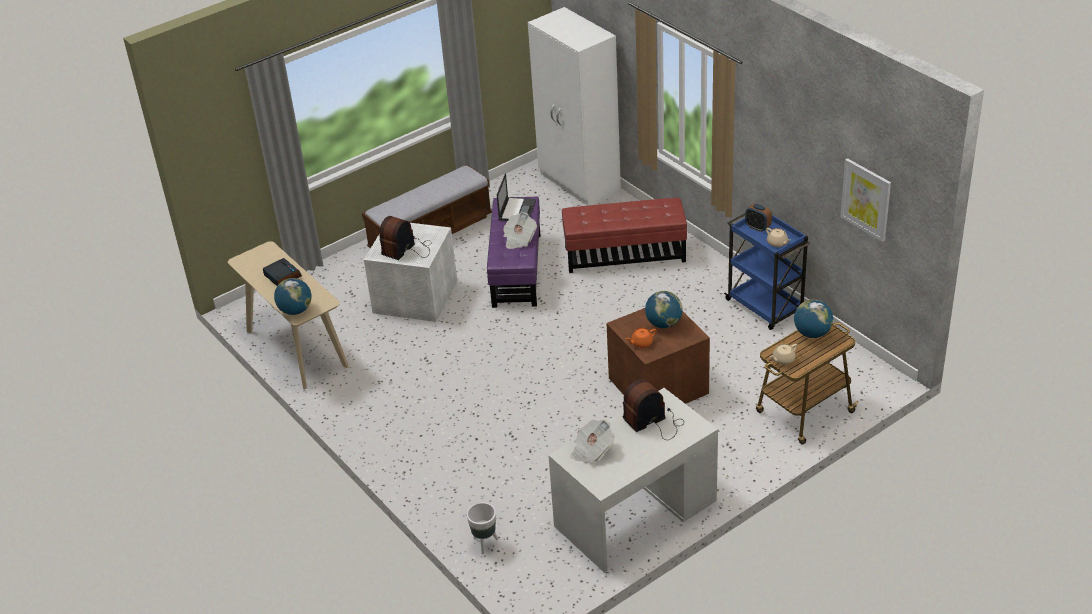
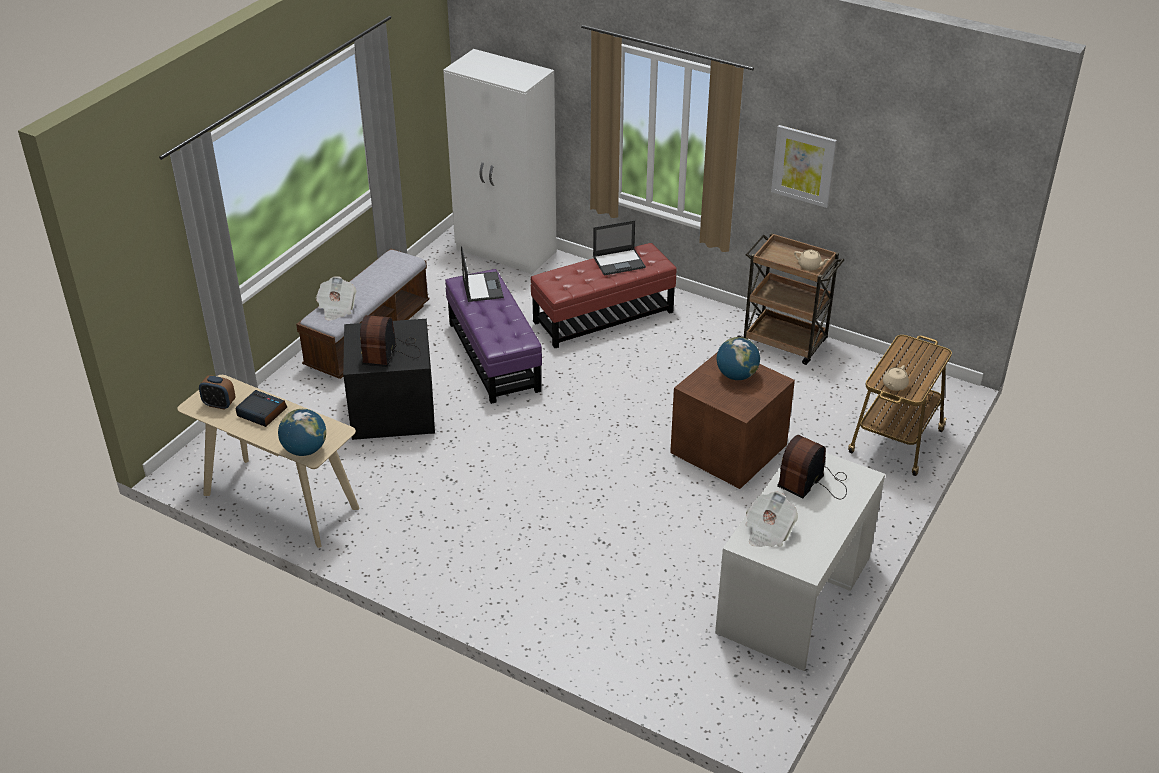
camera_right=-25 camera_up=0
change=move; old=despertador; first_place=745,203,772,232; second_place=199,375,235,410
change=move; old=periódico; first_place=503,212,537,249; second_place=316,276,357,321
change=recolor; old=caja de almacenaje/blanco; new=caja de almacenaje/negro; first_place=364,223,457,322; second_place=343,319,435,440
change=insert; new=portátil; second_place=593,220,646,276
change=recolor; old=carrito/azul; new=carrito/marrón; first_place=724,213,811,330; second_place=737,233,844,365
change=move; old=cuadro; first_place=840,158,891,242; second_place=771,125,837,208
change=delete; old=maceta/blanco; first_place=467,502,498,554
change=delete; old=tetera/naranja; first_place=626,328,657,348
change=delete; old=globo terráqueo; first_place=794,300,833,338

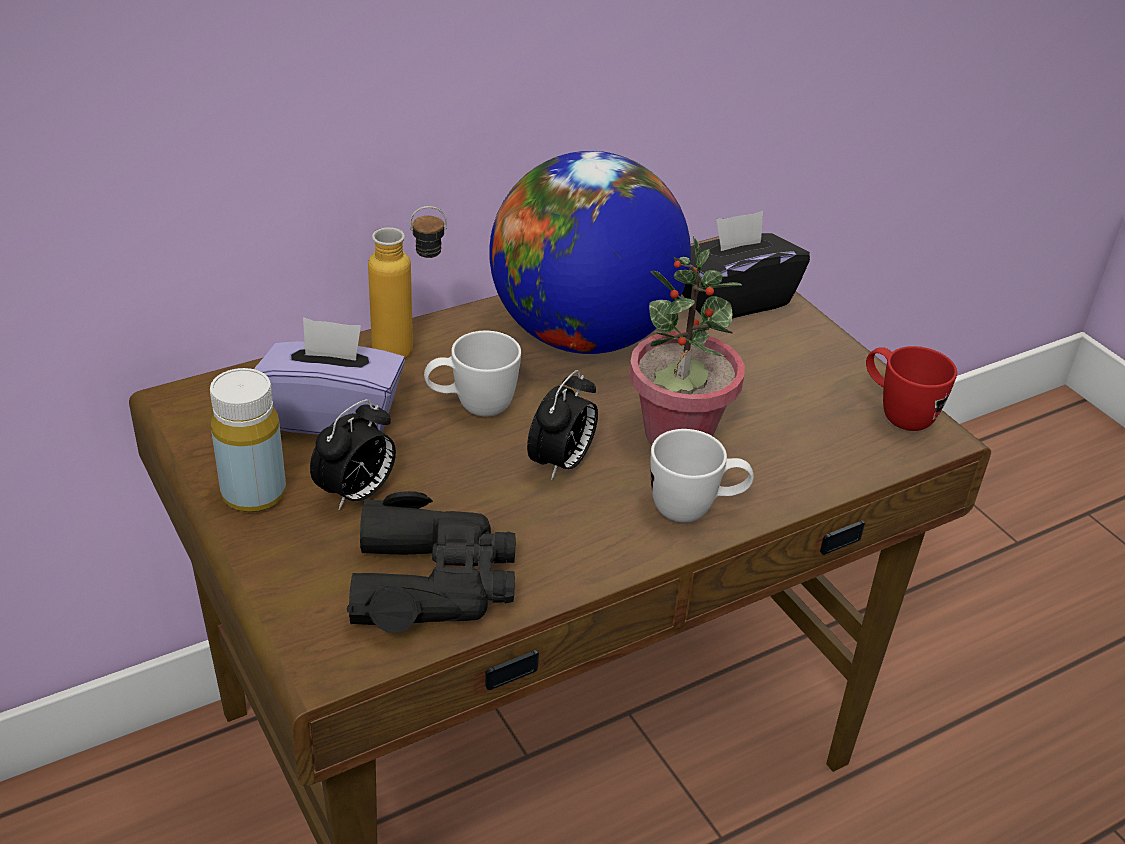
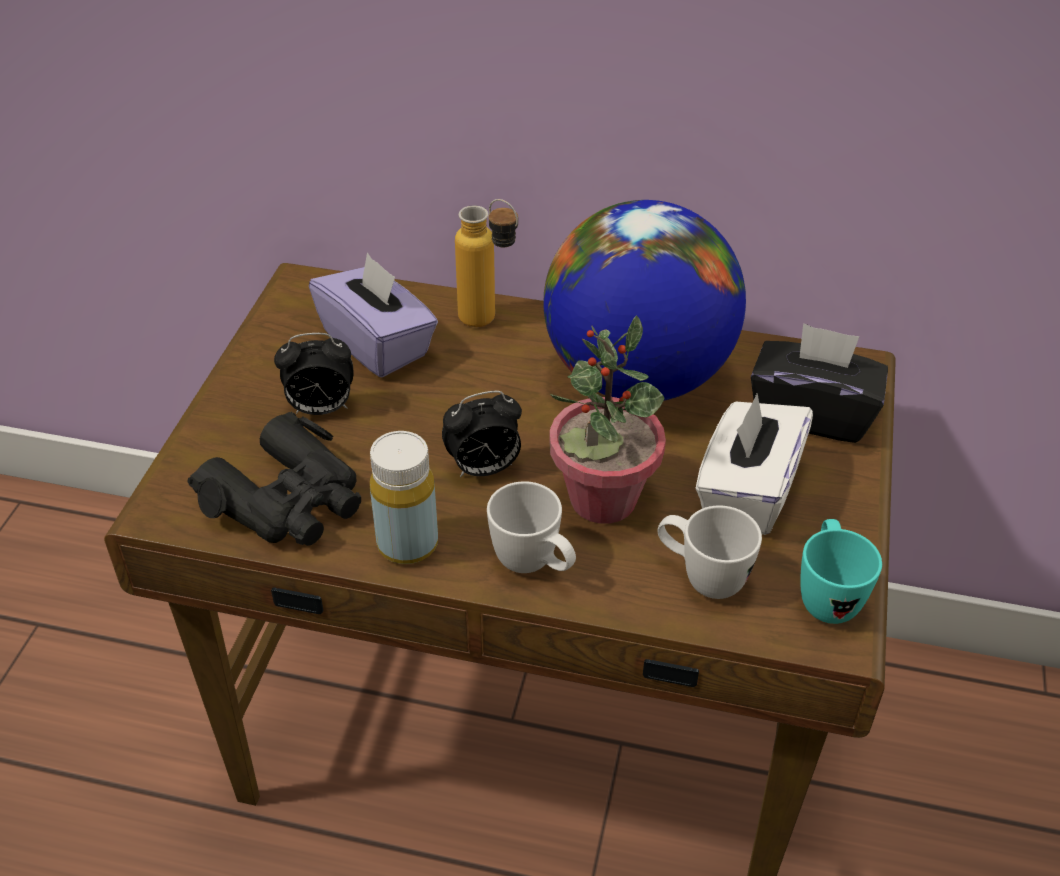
camera_right=45 camera_up=5
change=move; old=botella/amarillo; first_place=210,368,286,513; second_place=370,431,438,564
change=move; old=taza grande/blanco; first_place=424,331,521,416; second_place=658,506,762,599
change=insert; new=caja de pañuelos/blanco; second_place=695,393,813,535
change=recolor; old=taza grande/rojo; new=taza grande/turquesa; first_place=866,346,957,431; second_place=800,519,882,624

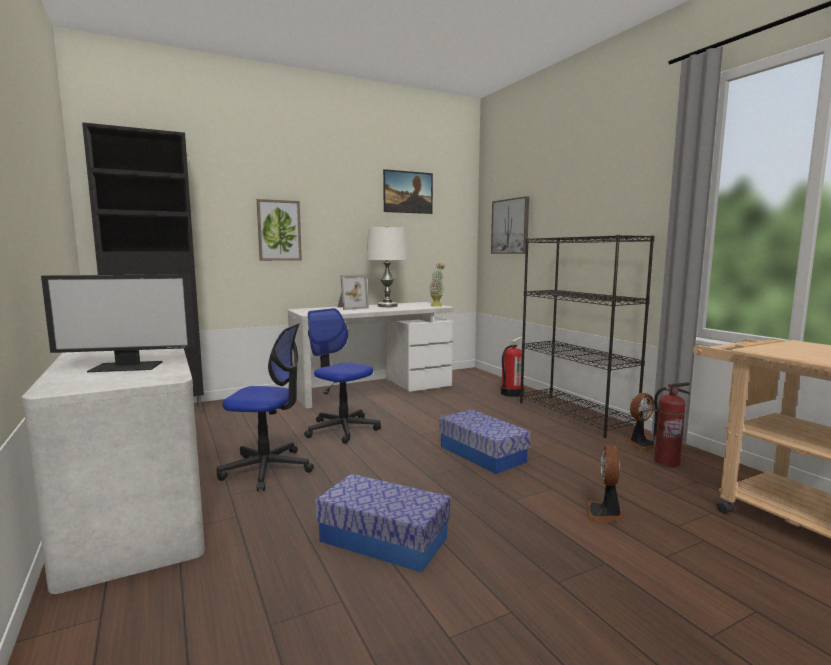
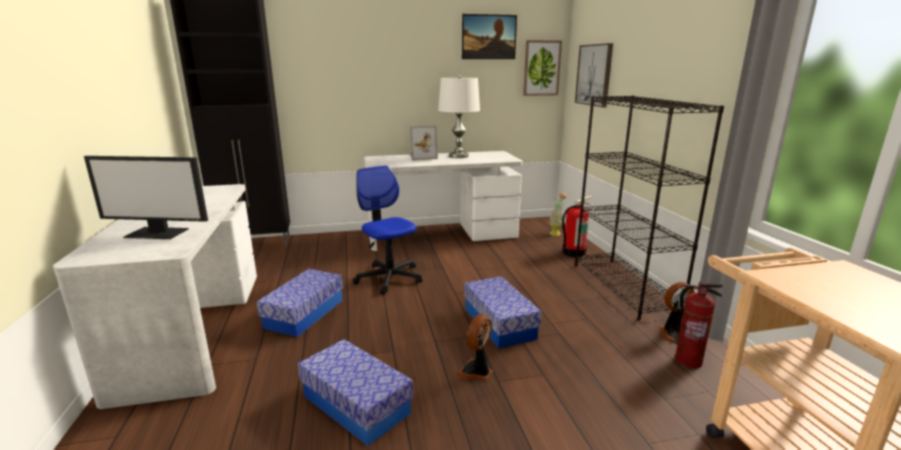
camera_right=15 camera_up=10
change=replace; old=silla de oficina; new=caja de almacenaje; first_place=217,323,314,491; second_place=257,269,343,337
change=move; old=ventilador; first_place=586,444,624,523; second_place=456,314,493,380
change=move; old=cuadro; first_place=257,199,302,261; second_place=523,40,562,96
change=move; old=planta en maceta; first_place=430,262,445,307; second_place=549,192,567,236

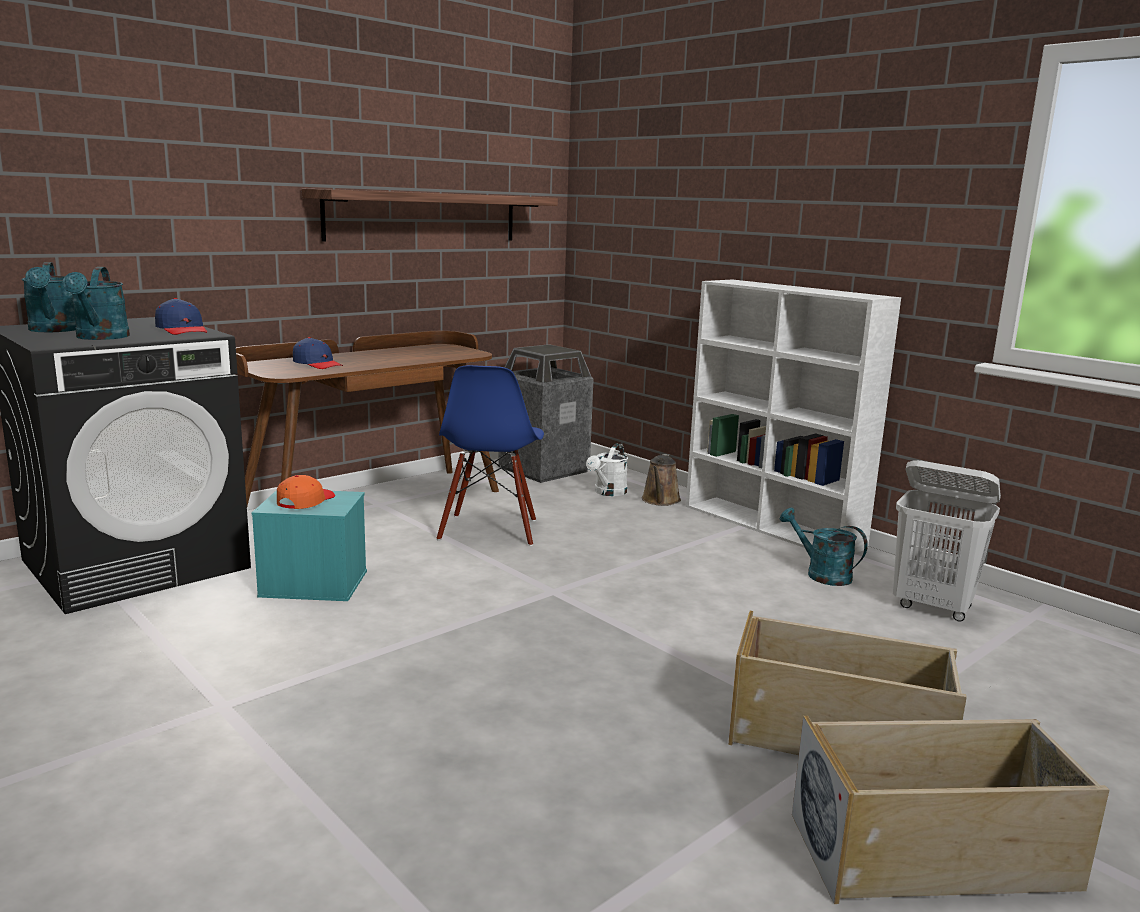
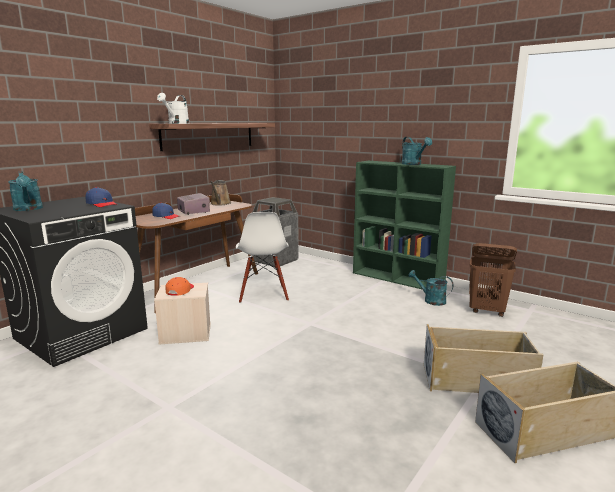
camera_right=-10 camera_up=0
change=recolor; old=caja de almacenaje/turquesa; new=caja de almacenaje/beis; first_place=252,490,367,601; second_place=154,283,211,344
change=move; old=regadera/blanco; first_place=586,443,628,496; second_place=157,93,189,124
change=insert; new=radio; second_place=177,193,210,215
change=move; old=regadera/marrón; first_place=642,454,681,506; second_place=210,180,231,206
change=recolor; old=silla/azul; new=silla/blanco; first_place=437,365,544,546; second_place=236,212,289,303
change=recolor; old=estantería/blanco; new=estantería/verde; first_place=686,280,901,554; second_place=353,161,456,290
change=move; old=regadera/turquesa; first_place=62,267,130,340; second_place=401,137,432,165
change=recolor; old=cesto de la ropa/blanco; new=cesto de la ropa/marrón; first_place=893,460,1001,622; second_place=469,243,517,317

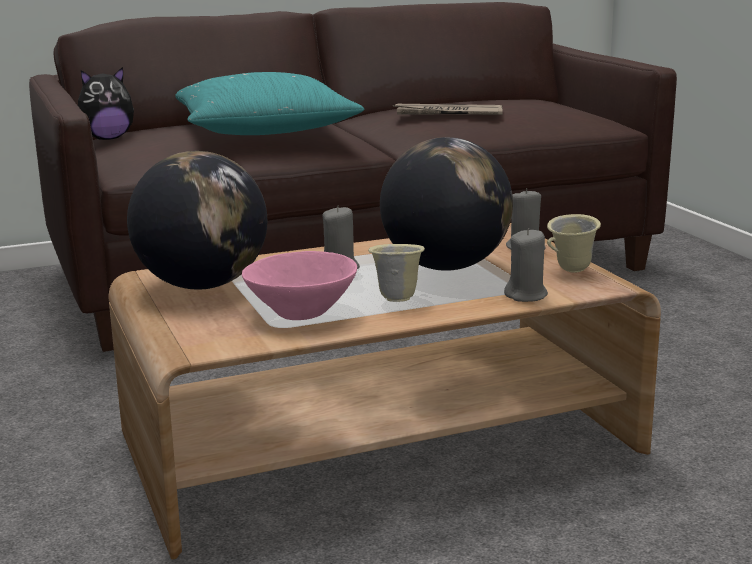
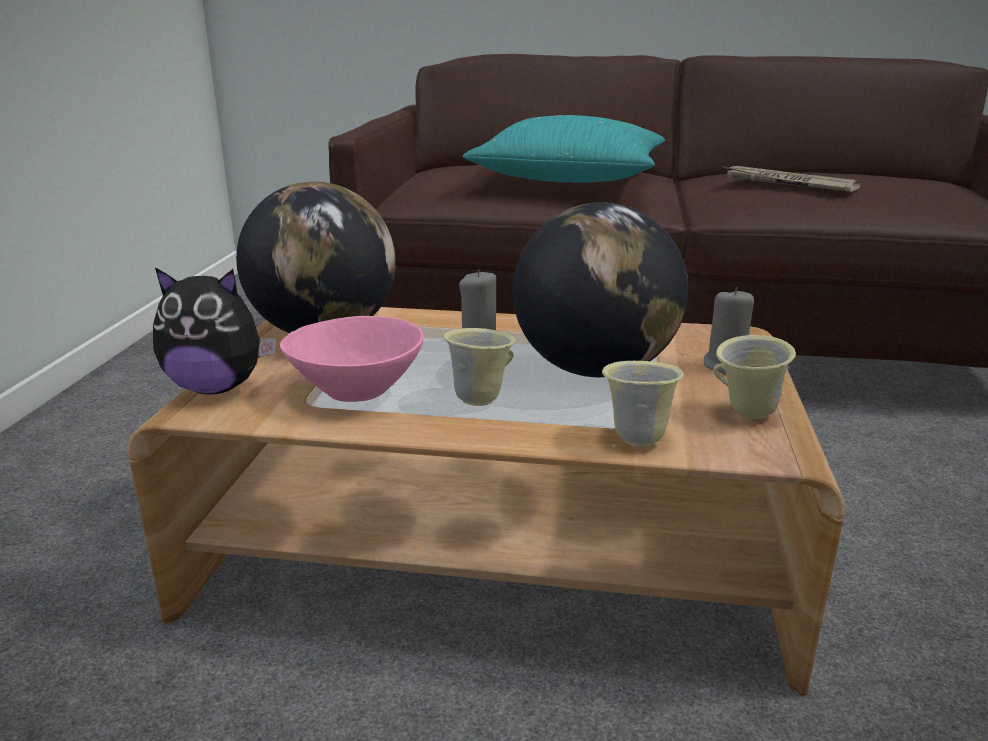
camera_right=30 camera_up=5
change=move; old=peluche; first_place=78,67,134,140; second_place=153,267,276,395
change=replace; old=vela/gris; new=taza grande/beis; first_place=504,228,548,302; second_place=602,361,684,447

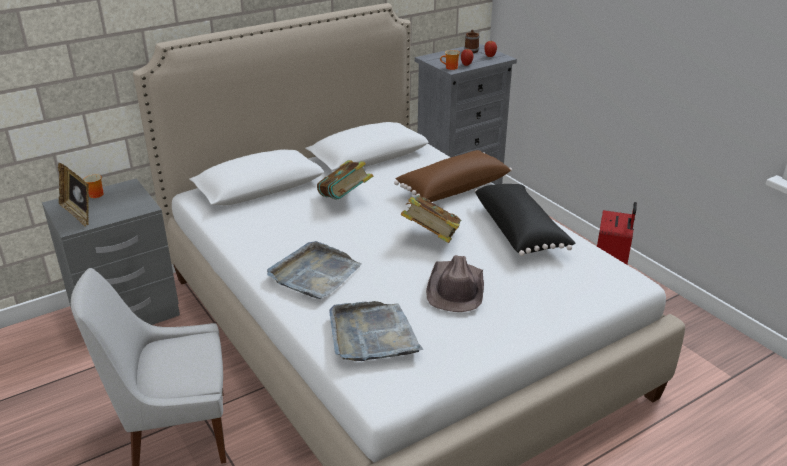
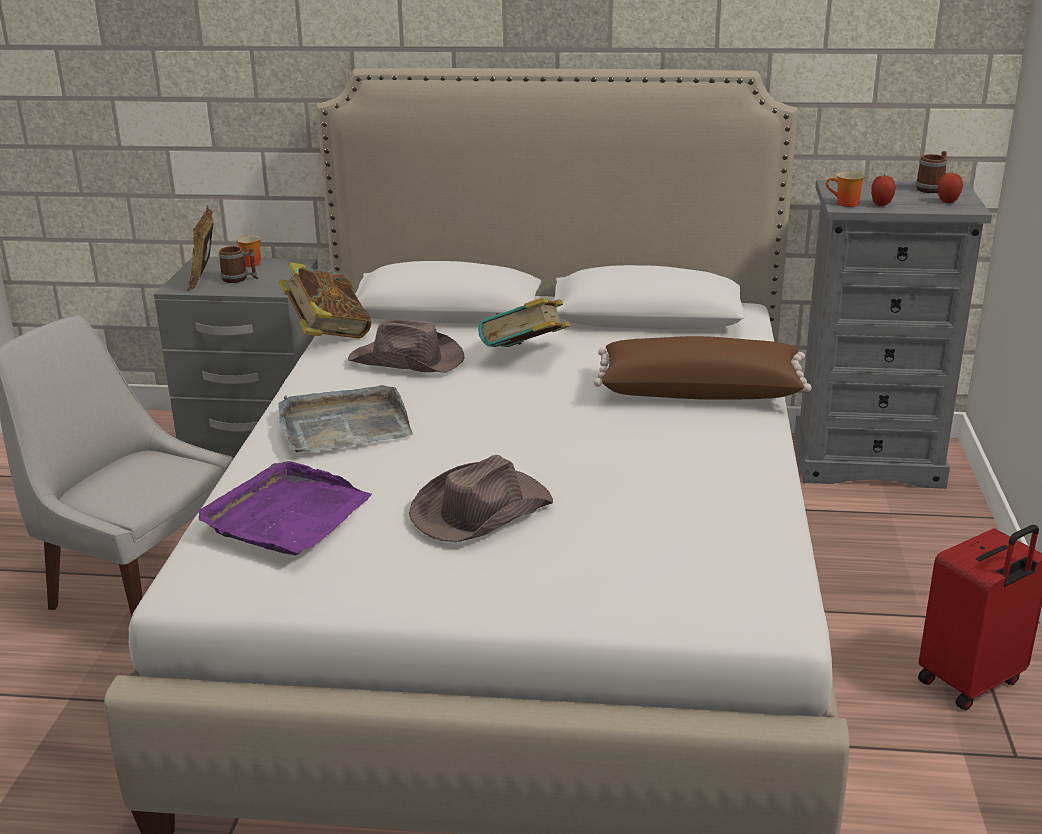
camera_right=40 camera_up=-5
change=recolor; old=bandeja/gris; new=bandeja/morado; first_place=329,301,423,361; second_place=198,461,372,556
change=insert; new=taza grande; second_place=219,246,258,283
change=move; old=libro; first_place=401,195,461,243; second_place=278,262,371,338
change=insert; new=sombrero/marrón; second_place=348,320,464,373
change=delete; old=cojín/negro; first_place=475,184,575,256

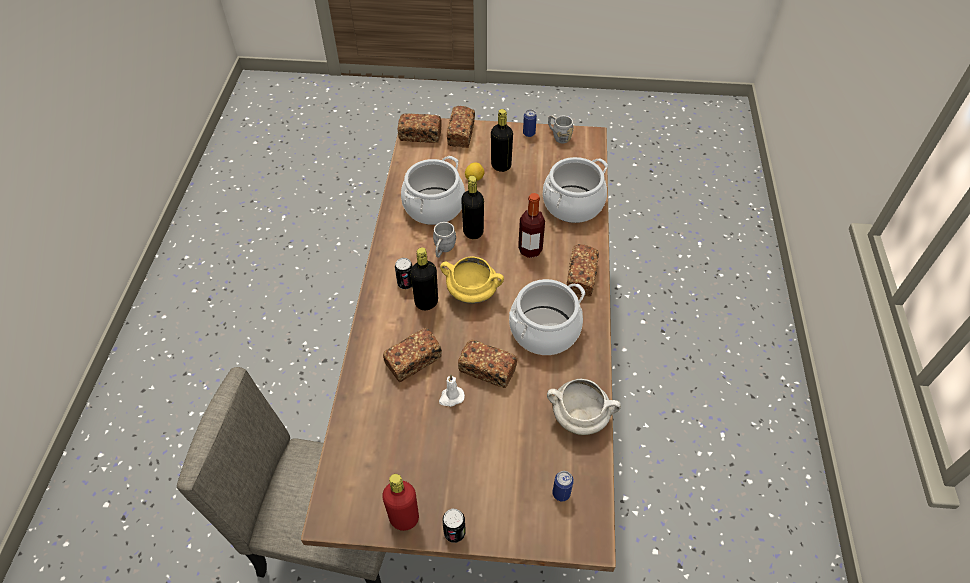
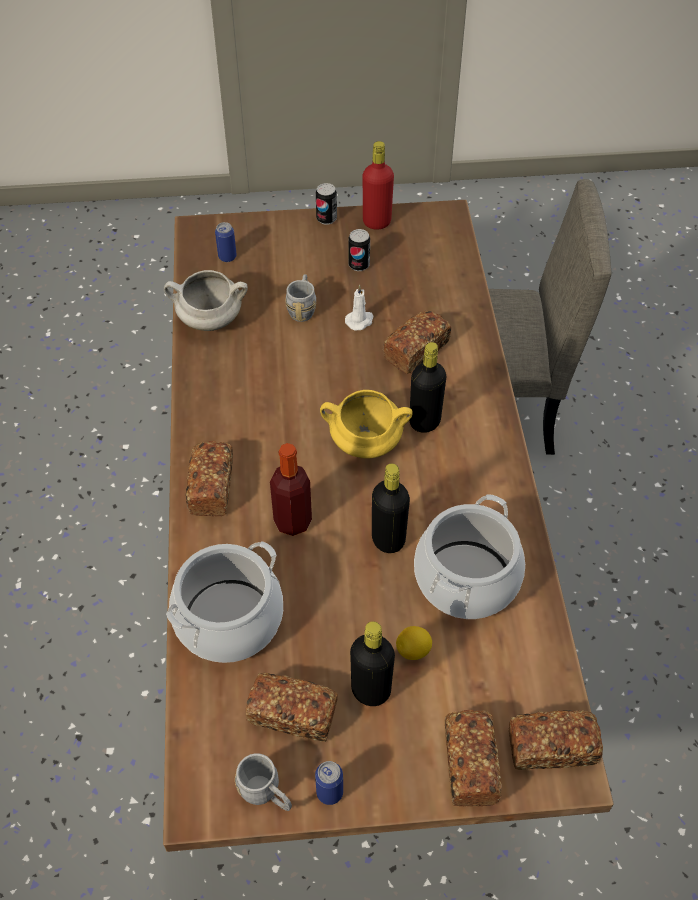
camera_right=170 camera_up=0
change=move; old=pan; first_place=458,340,517,388; second_place=246,673,338,742
change=move; old=taza grande/gris; first_place=433,222,456,258; second_place=285,274,316,322
change=move; old=lata; first_place=395,258,413,289; second_place=348,229,370,271
change=delete; old=olla; first_place=509,279,585,355

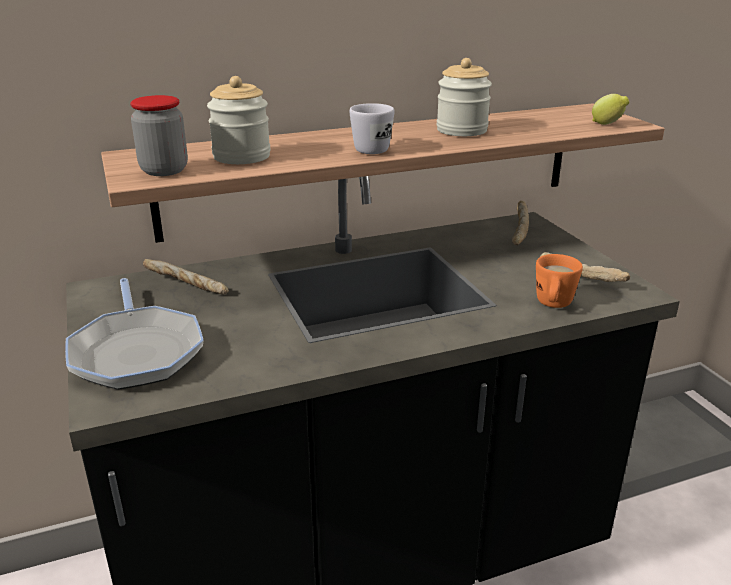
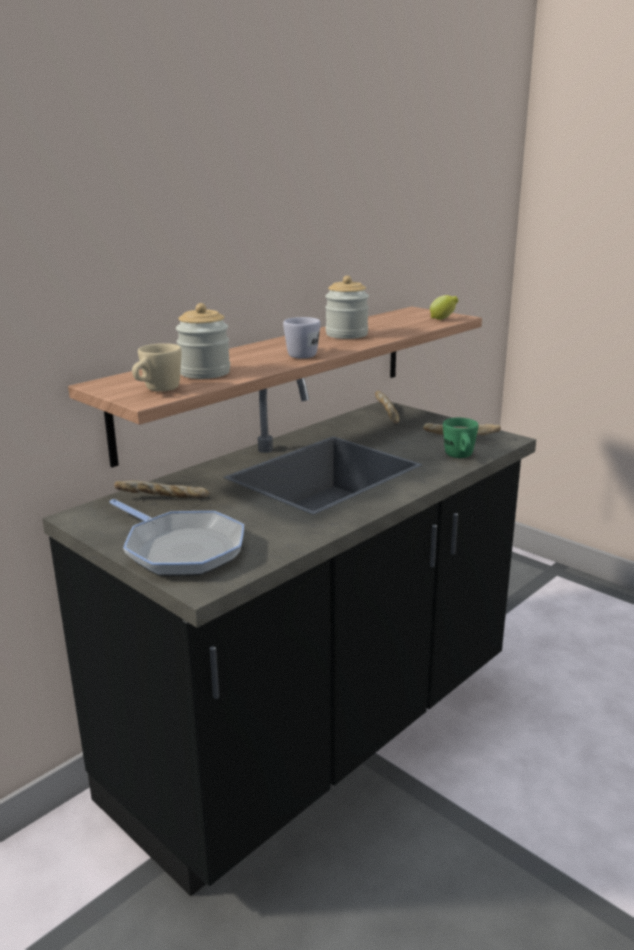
camera_right=-25 camera_up=-5
change=replace; old=tarro; new=taza grande/beis; first_place=130,95,188,176; second_place=132,343,182,392
change=recolor; old=taza grande/naranja; new=taza grande/verde; first_place=536,254,583,308; second_place=443,418,479,458

